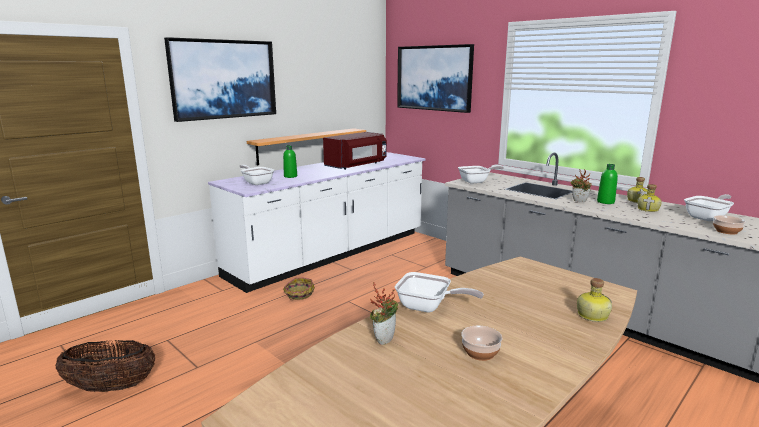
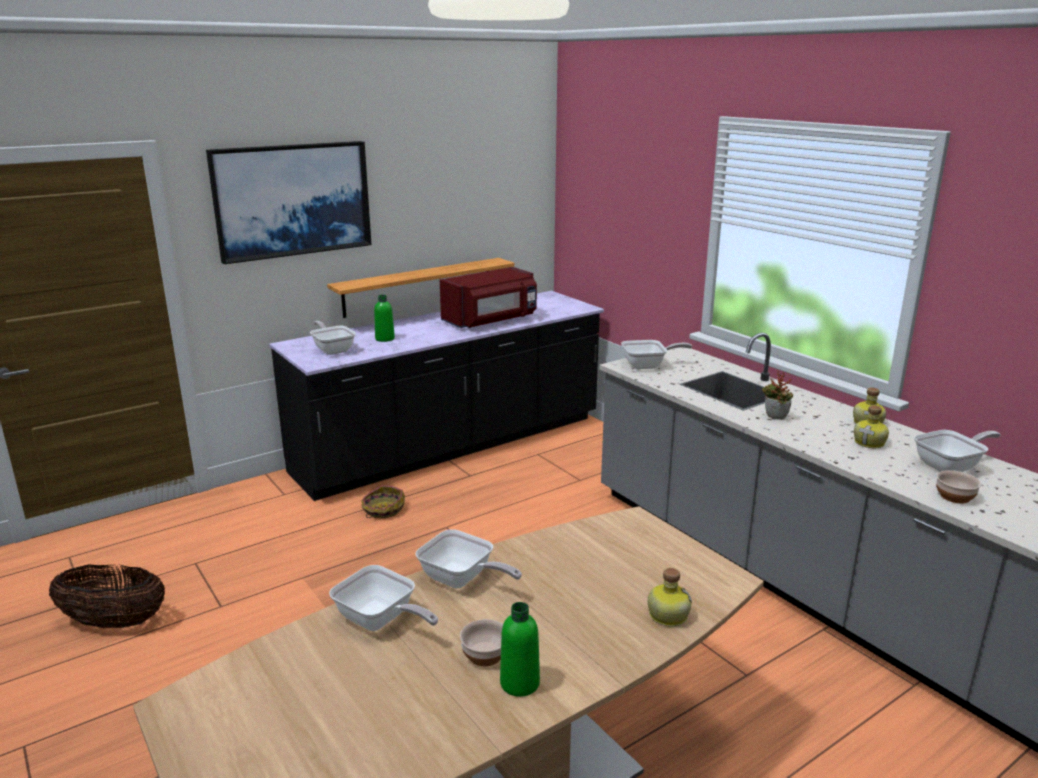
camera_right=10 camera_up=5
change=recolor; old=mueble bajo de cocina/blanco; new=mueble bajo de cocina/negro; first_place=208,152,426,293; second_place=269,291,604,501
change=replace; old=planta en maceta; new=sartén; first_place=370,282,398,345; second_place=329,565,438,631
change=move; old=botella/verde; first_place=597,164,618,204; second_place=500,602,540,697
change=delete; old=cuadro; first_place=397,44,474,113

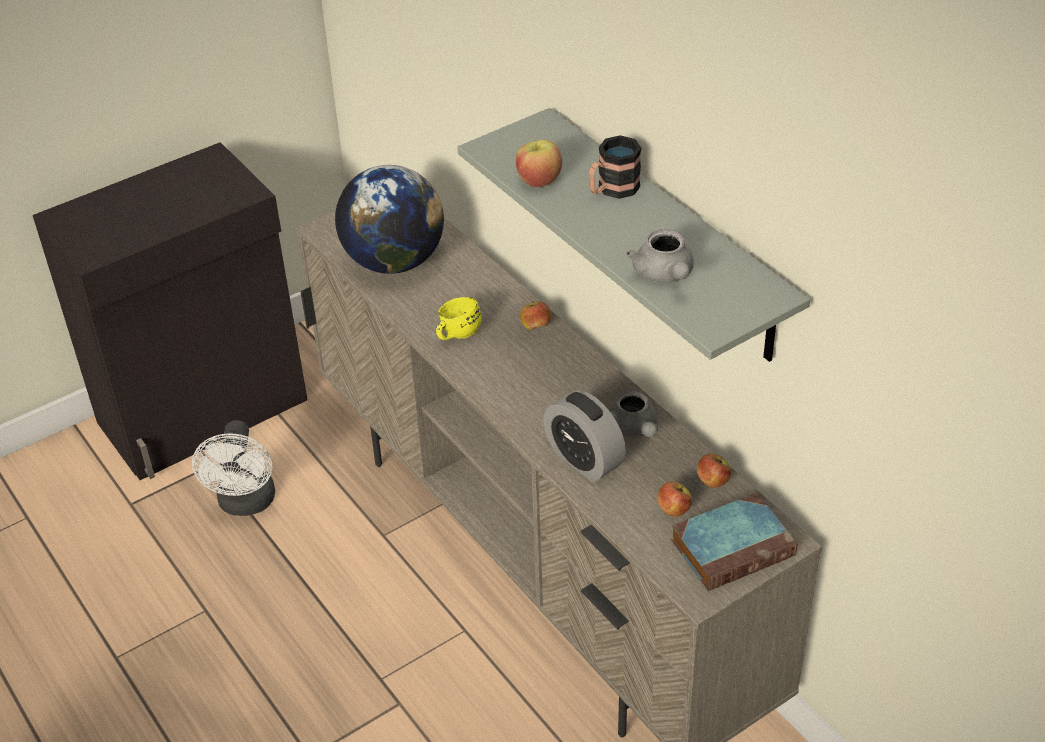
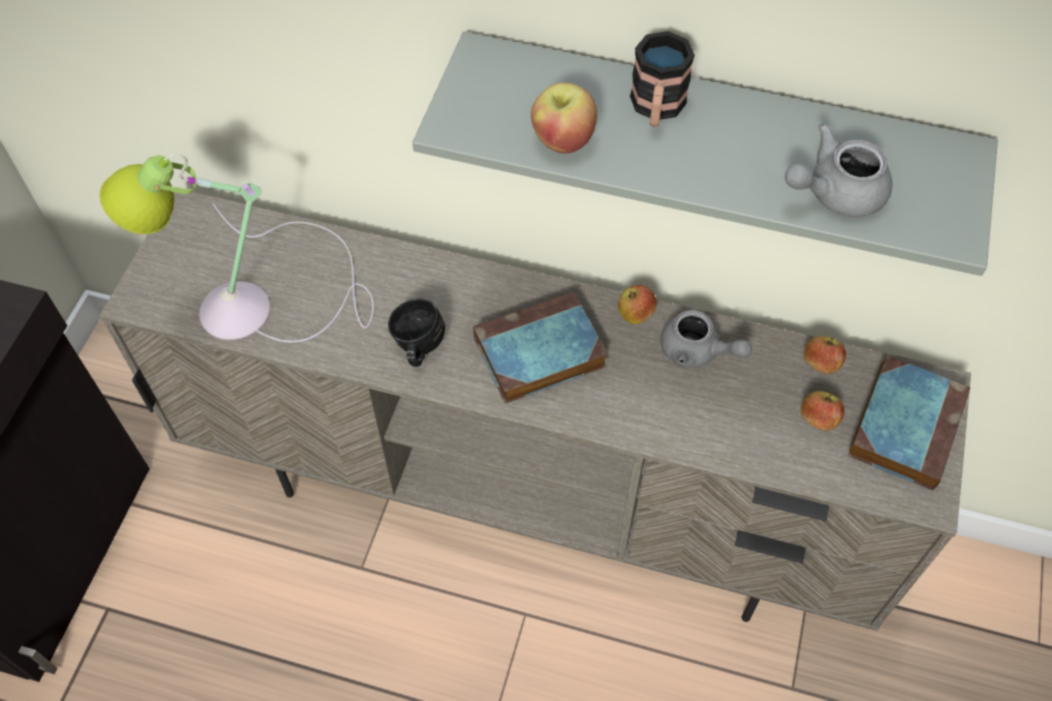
camera_right=-40 camera_up=15
change=replace; old=globo terráqueo; new=lámpara de mesa; first_place=335,165,444,274; second_place=100,154,374,342
change=recolor; old=taza grande/amarillo; new=taza grande/negro; first_place=436,297,482,340; second_place=388,298,445,367
change=insert; new=libro; second_place=473,291,608,404
change=move; old=manzana; first_place=520,301,551,330; second_place=618,285,657,324
change=rotate; old=tetera/gris; first_place=626,229,694,283; second_place=785,123,893,217; degrees=120
change=delete; old=ventilador/blanco; first_place=192,420,275,516
change=delete; old=despertador; first_place=543,390,626,482

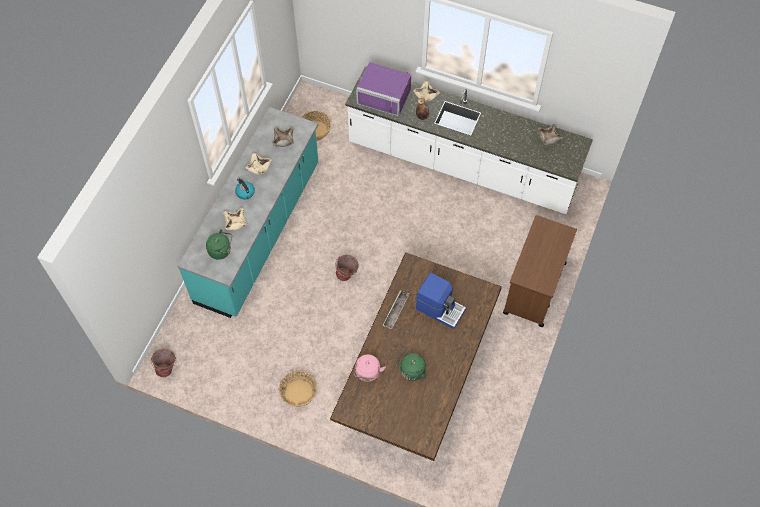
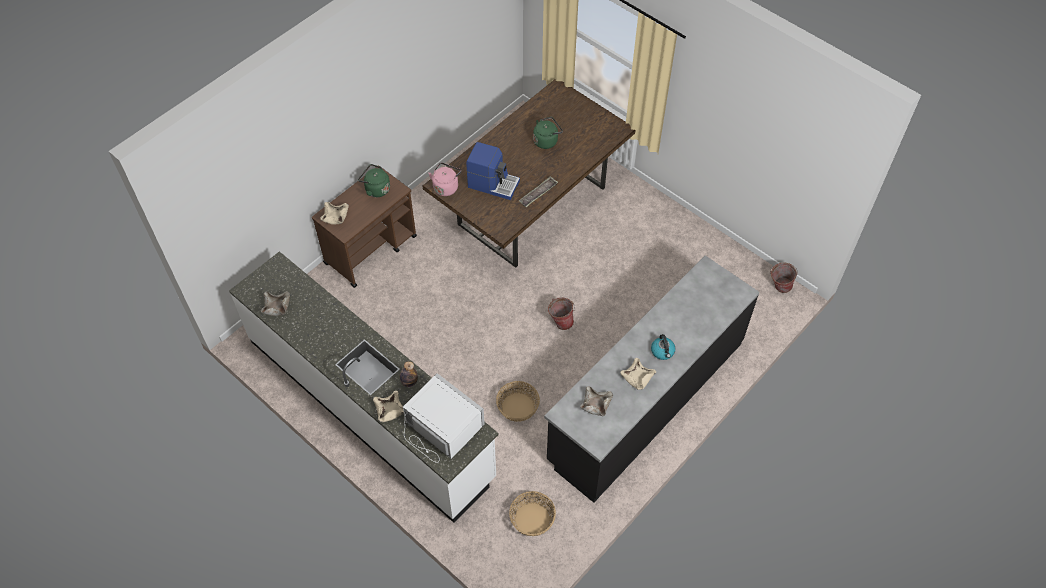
camera_right=-160 camera_up=-5
change=move; old=cuenco/beis; first_place=223,208,247,231; second_place=320,202,349,225
change=move; old=hervidor/verde; first_place=206,229,232,260; second_place=358,164,390,197
change=recolor; old=microondas/morado; new=microondas/blanco; first_place=356,62,411,117; second_place=403,373,485,463
change=move; old=hervidor/rosa; first_place=354,354,386,382; second_place=428,162,461,196
change=rotate; old=cafetera; first_place=416,273,466,329; second_place=466,142,520,200; degrees=150
change=move; old=cesta; first_place=279,370,317,407; second_place=496,381,540,422
change=recolor; old=mueble bajo de cocina/turquesa; new=mueble bajo de cocina/negro; first_place=178,107,318,318; second_place=544,255,759,503

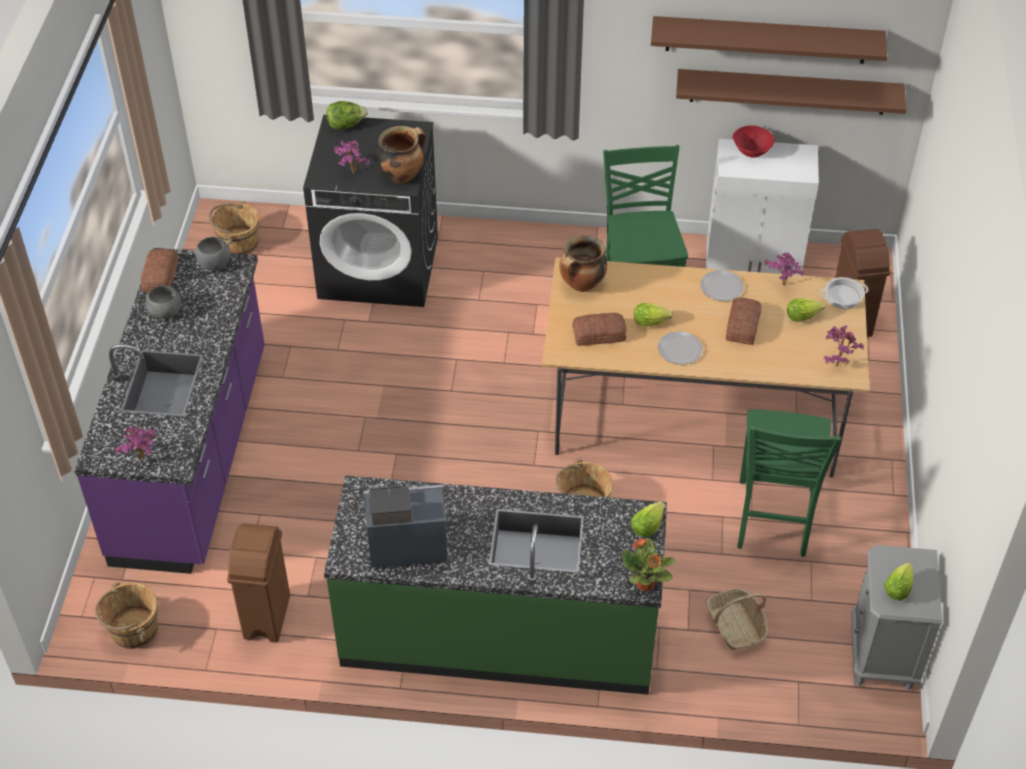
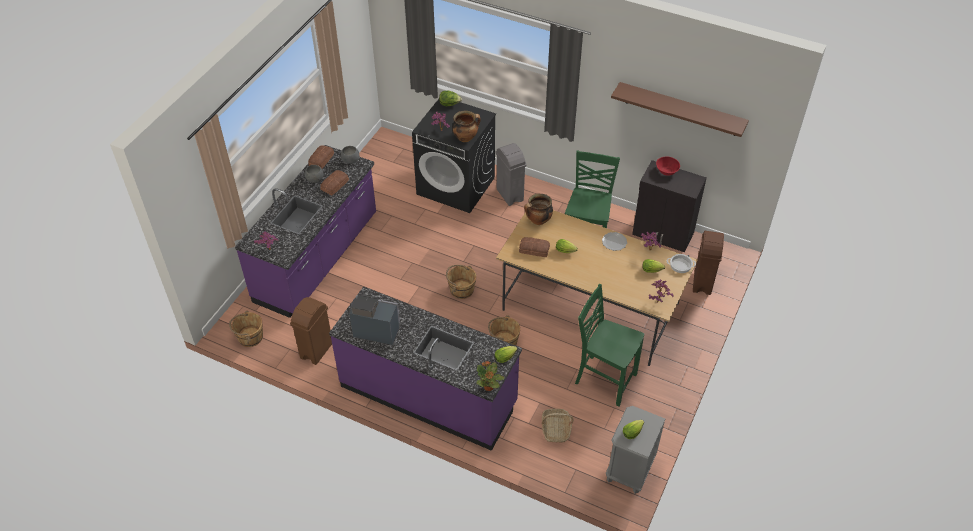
camera_right=20 camera_up=0
change=move; old=pan; first_place=726,298,761,345; second_place=320,170,349,196
change=recolor; old=mueble bajo de cocina/verde; new=mueble bajo de cocina/morado; first_place=324,475,667,695; second_place=329,286,522,451
change=move; old=cubo/marrón; first_place=209,201,259,254; second_place=446,265,476,299
change=insert; new=papelera/gris; second_place=496,143,527,206
change=rotate; old=silla/verde; first_place=737,409,841,557; second_place=575,284,644,407; degrees=90
change=recolor; old=armario/blanco; new=armario/negro; first_place=706,139,819,275; second_place=632,160,707,252
change=delete; old=plato; first_place=658,331,703,365
change=delete; old=estante/marrón; first_place=676,69,907,115

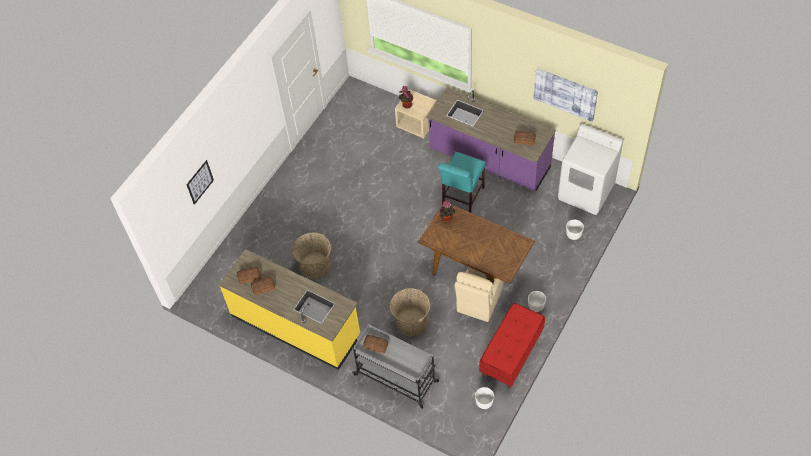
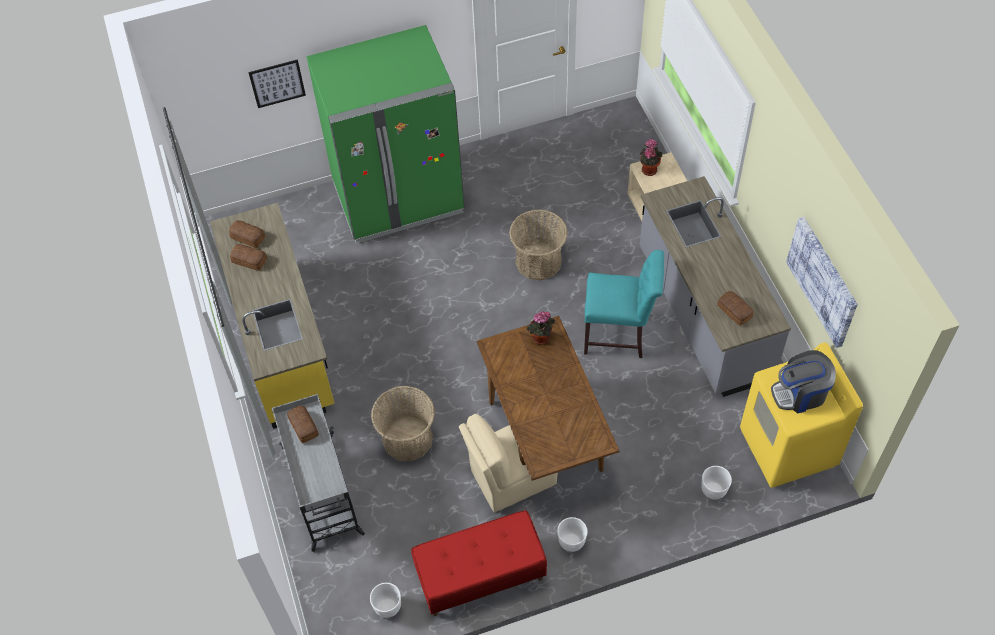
camera_right=40 camera_up=0
change=insert; new=nevera/verde; second_place=307,25,465,243
change=move; old=cesta; first_place=292,232,331,279; second_place=509,210,568,280
change=rotate; old=silla/turquesa; first_place=438,152,486,213; second_place=584,250,664,358; degrees=-150
change=recolor; old=mueble bajo de cocina/morado; new=mueble bajo de cocina/gris; first_place=427,87,556,191; second_place=640,176,791,397
change=recolor; old=lavadora/blanco; new=lavadora/amarillo; first_place=558,124,623,215; second_place=740,342,863,488
change=insert; new=cafetera; second_place=771,350,836,413

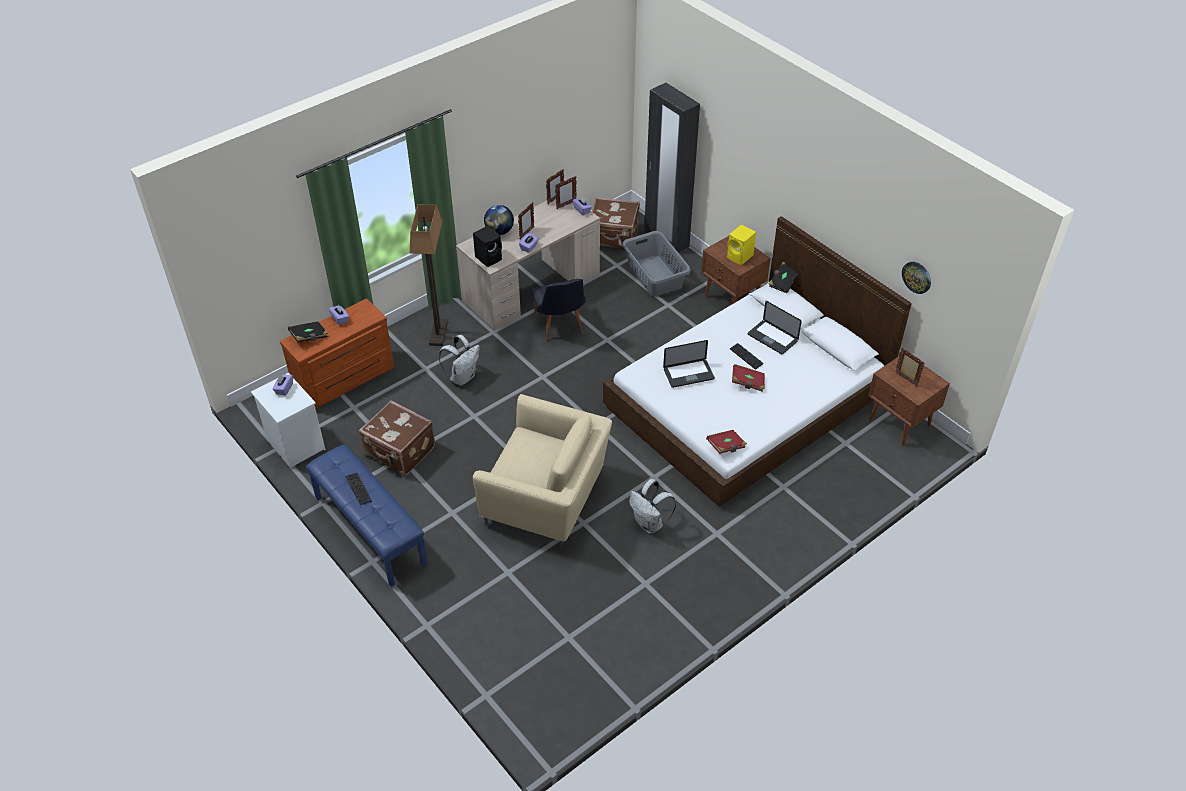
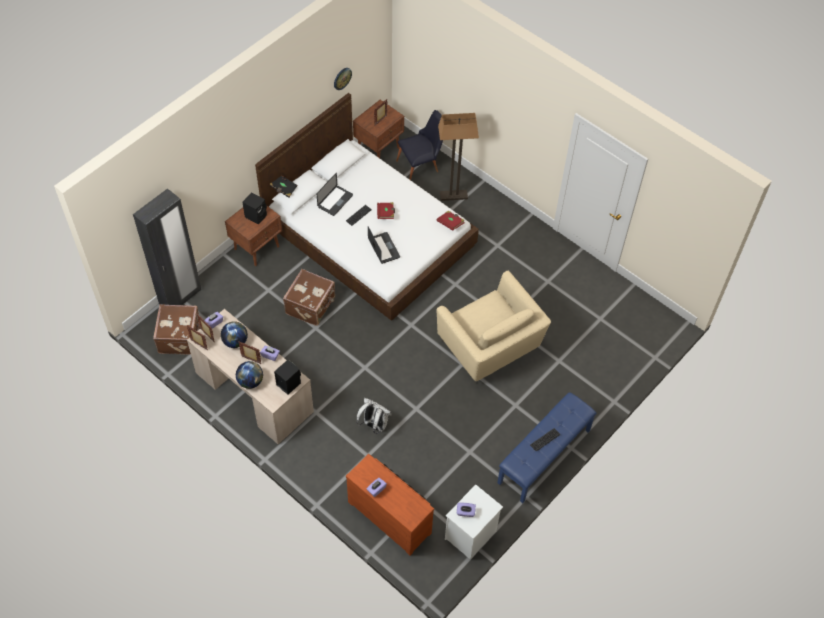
camera_right=-100 camera_up=10
change=insert; new=globo terráqueo; second_place=221,321,248,348
change=recolor; old=altavoz/amarillo; new=altavoz/negro; first_place=727,225,756,265; second_place=242,192,267,224
change=move; old=maleta/marrón; first_place=359,400,435,476; second_place=283,269,335,326
change=move; old=silla/negro; first_place=530,279,586,341; second_place=396,110,443,180
change=rotate; old=sillón/beis; first_place=473,394,612,548; second_place=437,270,551,384; degrees=135
change=move; old=lámpara de pie; first_place=410,204,448,346; second_place=438,113,479,201
change=delete; old=libro/negro; first_place=288,322,328,342
change=delete; old=cesto de la ropa/gris; first_place=622,231,691,296
change=delete; old=mochila/blanco; first_place=629,479,676,534

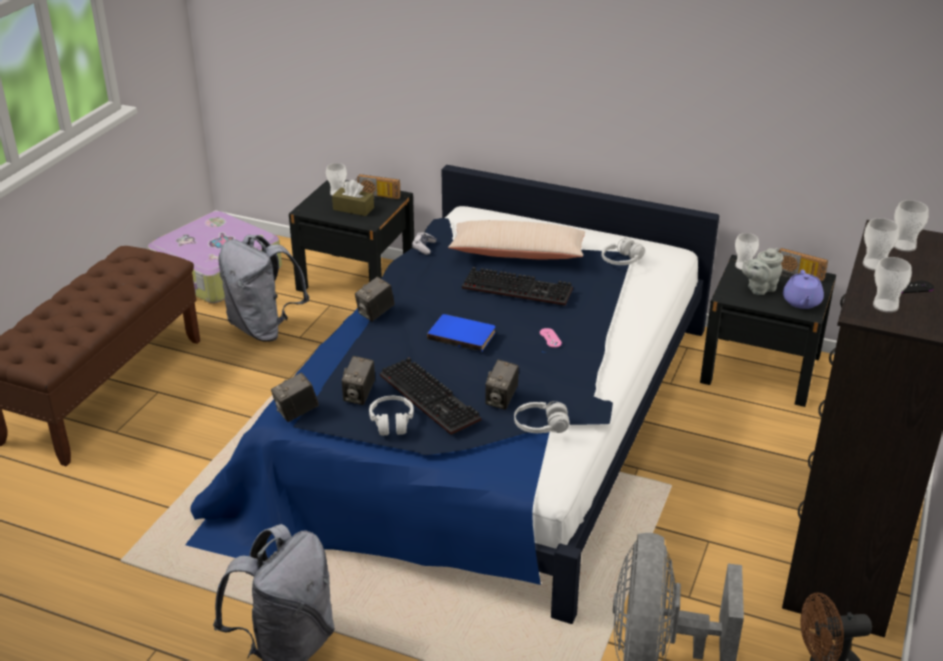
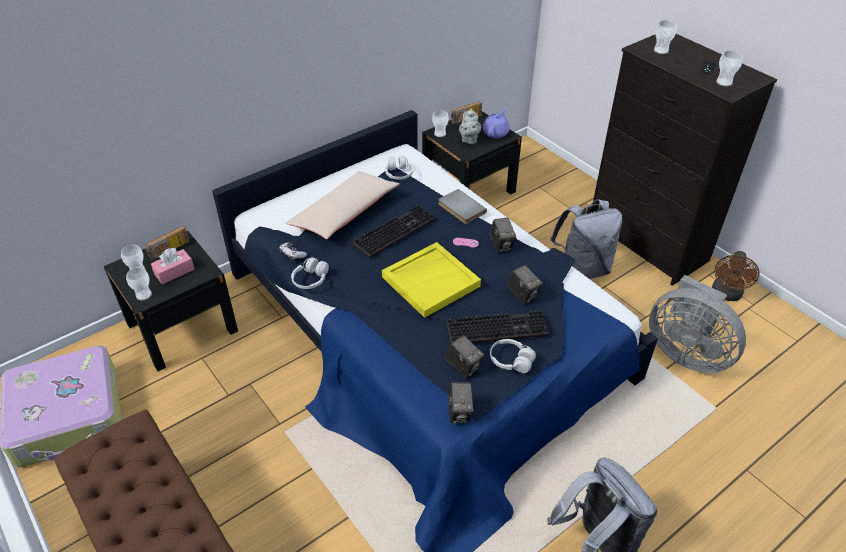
camera_right=-60 camera_up=10
change=move; old=taza; first_place=863,218,899,271; second_place=126,267,152,300
change=recolor; old=caja de pañuelos/marrón; new=caja de pañuelos/rosa; first_place=332,180,374,216; second_place=151,248,195,284
change=move; old=auriculares/blanco; first_place=514,401,570,433; second_place=291,257,329,289
change=replace; old=libro/azul; new=bandeja/amarillo; first_place=427,314,495,352; second_place=382,242,481,318
change=insert; new=libro/gris; second_place=438,189,487,224
change=rotate; old=tetera/morado; first_place=783,270,824,309; second_place=483,108,510,138; degrees=-105
change=move; old=cámara; first_place=355,277,395,321; second_place=489,218,516,252
change=move; old=mochila/gris; first_place=218,235,309,342; second_place=550,199,622,279

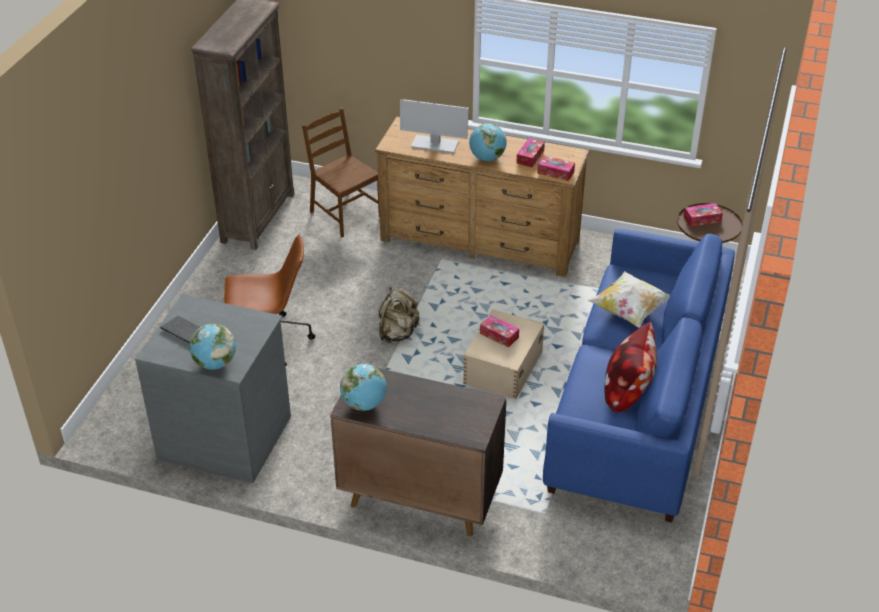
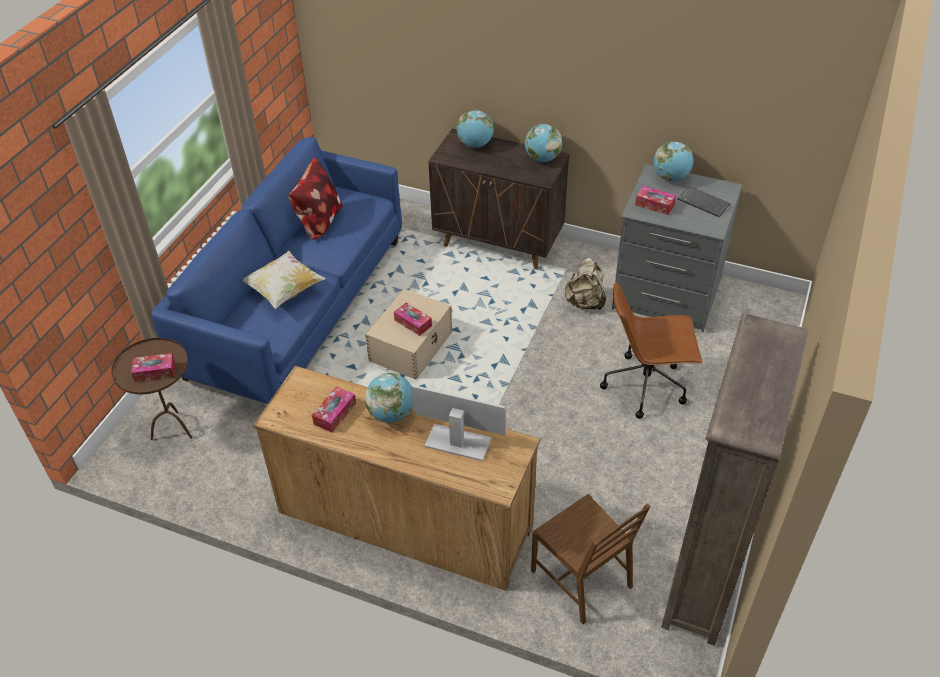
camera_right=-175 camera_up=5
change=insert; new=globo terráqueo; second_place=457,110,494,148
change=move; old=mochila/beis; first_place=379,287,420,343; second_place=565,258,606,310
change=move; old=caja de pañuelos; first_place=537,155,575,181; second_place=635,186,676,215

